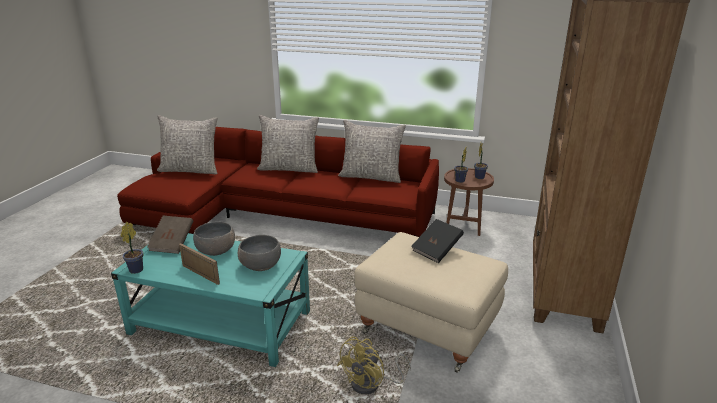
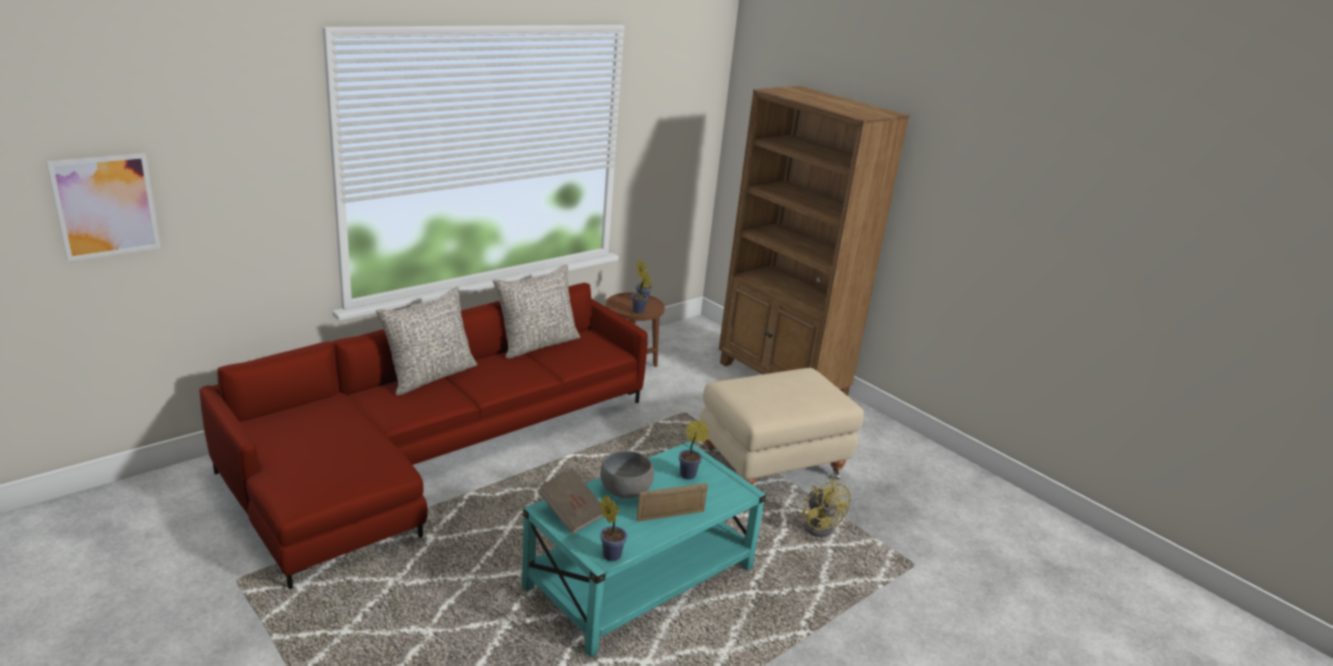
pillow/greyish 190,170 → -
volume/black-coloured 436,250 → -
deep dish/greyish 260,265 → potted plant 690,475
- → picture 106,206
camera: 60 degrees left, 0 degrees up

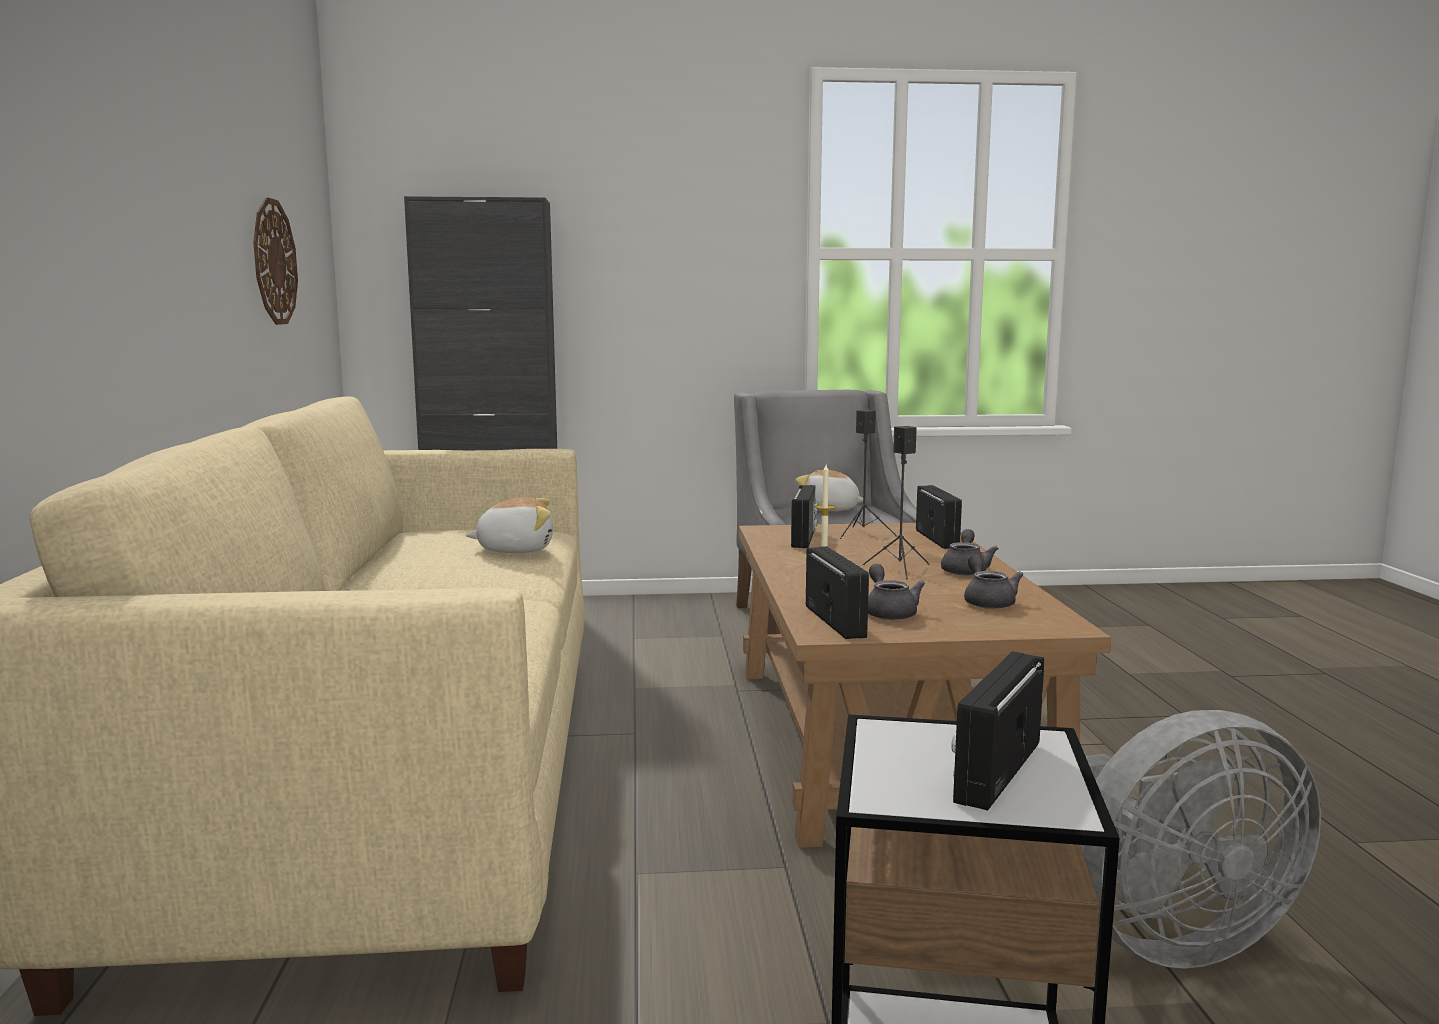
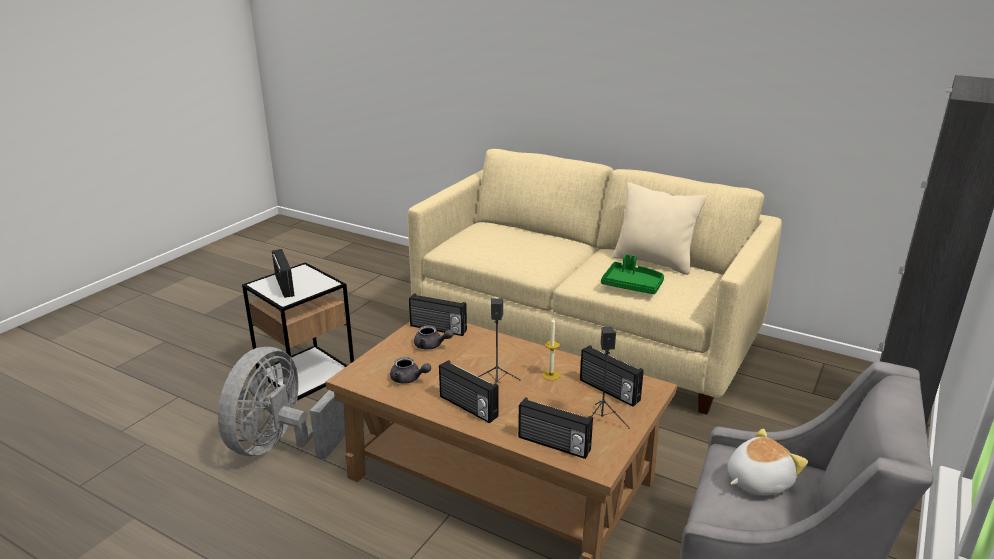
clock on the wall 274,262 → -
plush toy 515,549 → carrying tray/greenish 632,285
teapot/greyish 965,570 → radio 467,407
- → pillow/sand-coloured 654,262
camera: 125 degrees right, 15 degrees up

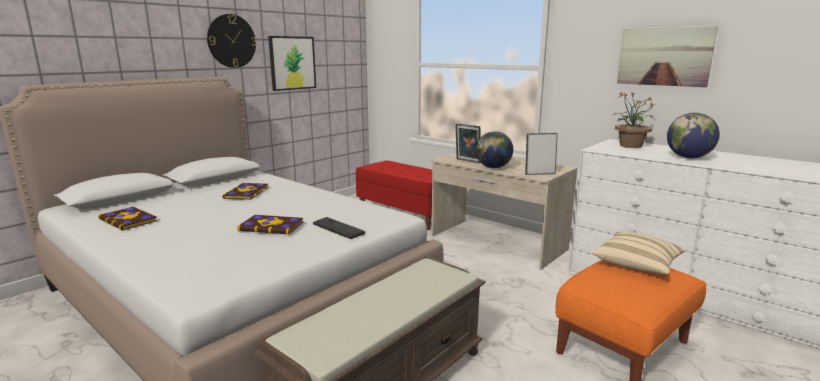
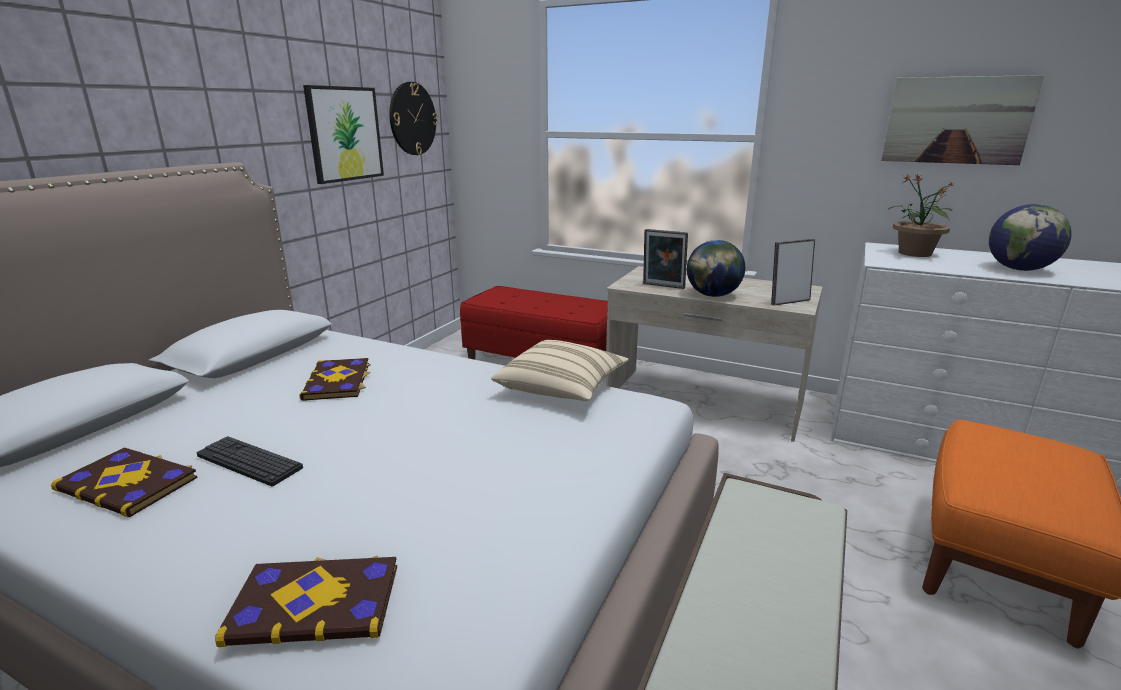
clock on the wall 231,41 → clock on the wall 412,119, relocated
volume 271,226 → volume 315,602, relocated
keyboard 338,228 → keyboard 249,461, relocated
pillow/sand-coloured 637,265 → pillow/sand-coloured 562,389, relocated
camera: 15 degrees left, 5 degrees up

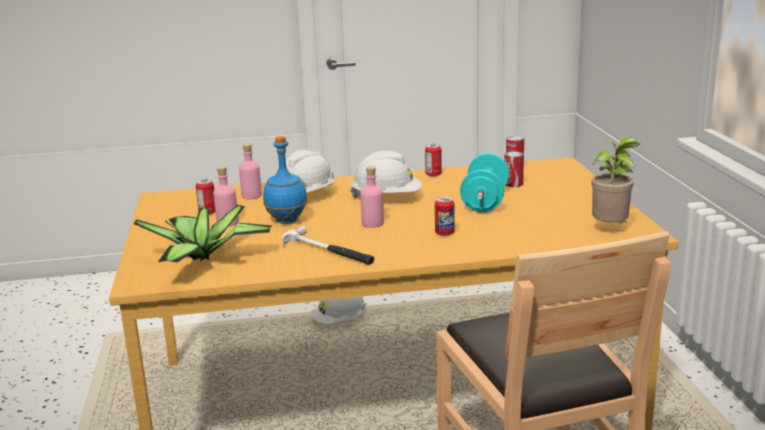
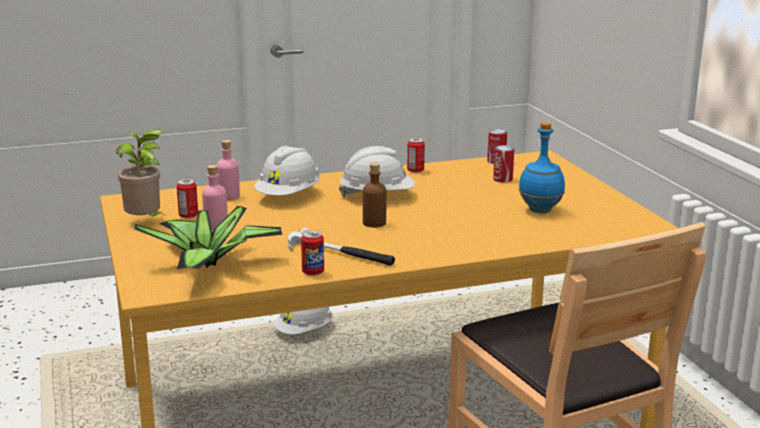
beverage bottle/blue-coloured 287,221 → beverage bottle/blue-coloured 541,210, relocated
potted plant 611,229 → potted plant 146,222, relocated
hand weight/blue-green 485,202 → -
beverage bottle/pinkish 372,223 → beverage bottle/brown 374,223
can 444,233 → can 313,272, relocated
camera: 10 degrees left, 0 degrees up

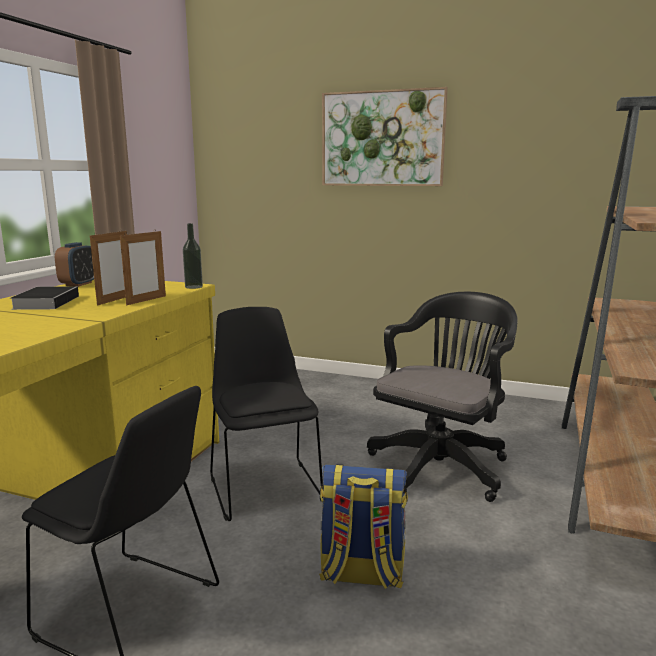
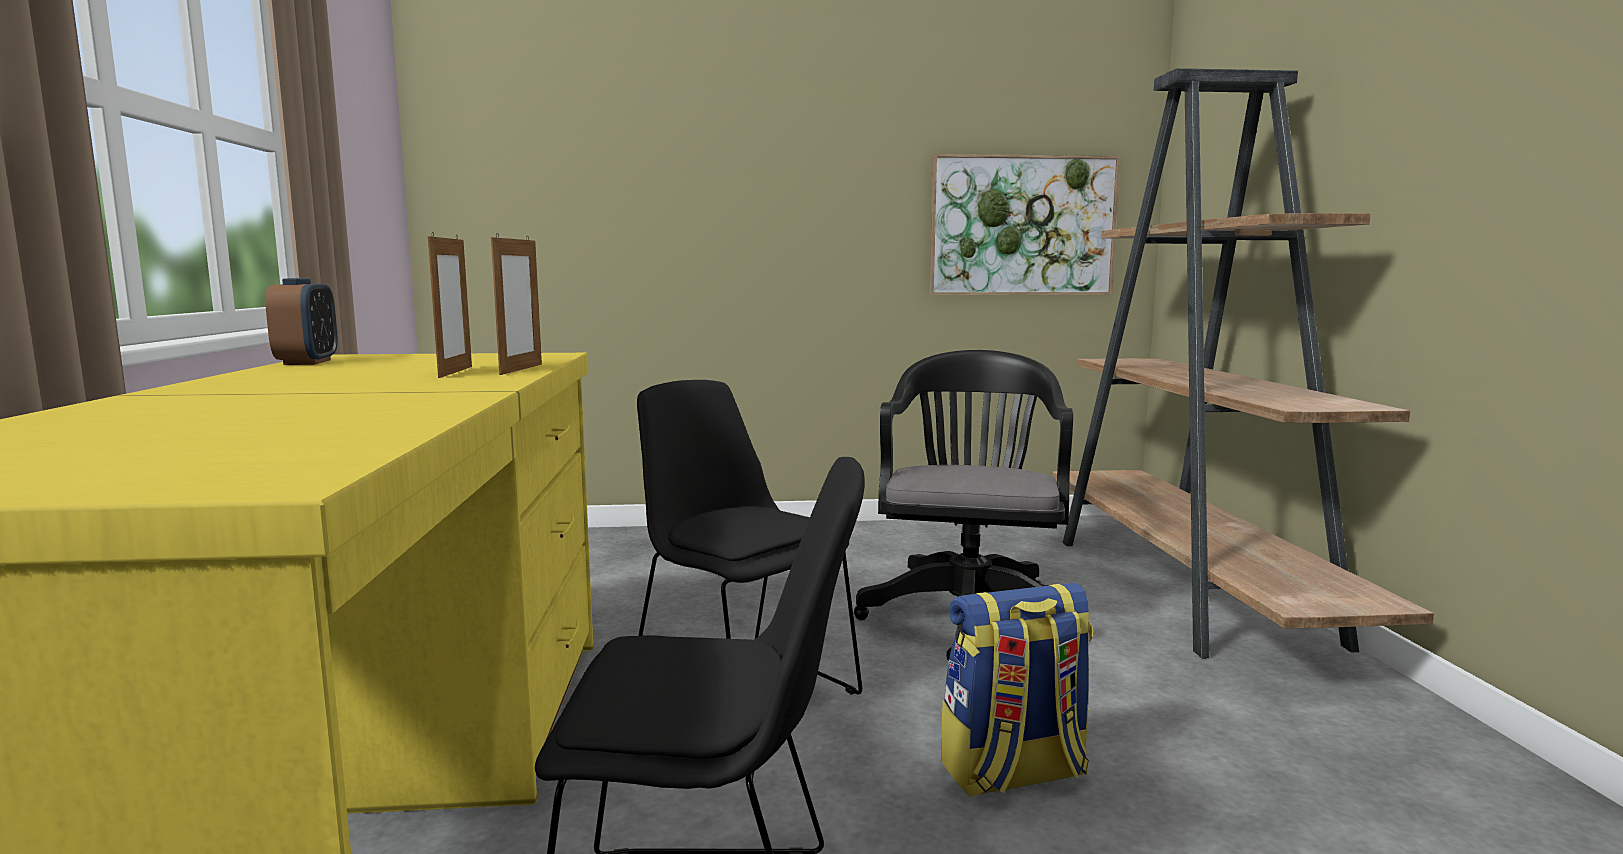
picture 382,139 → picture 1022,226, relocated
beverage bottle 193,287 → -
volume 46,302 → -
camera: 25 degrees left, 5 degrees down

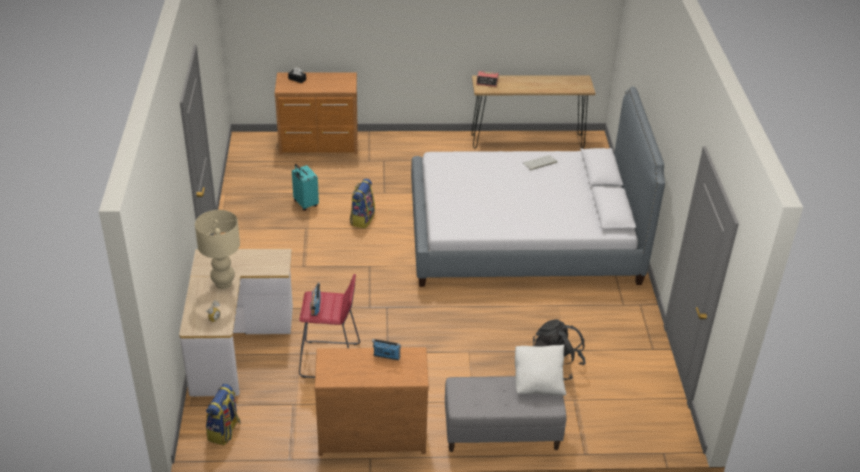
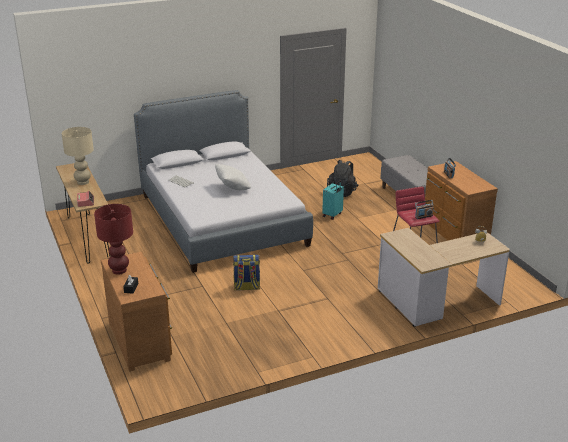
suitcase/blue-green 305,204 → suitcase/blue-green 332,215, relocated
table lamp/sand-coloured 224,283 → table lamp/sand-coloured 83,182, relocated
pillow/white-coloured 538,382 → pillow/white-coloured 232,188, relocated
knapsack 224,431 → -
- → table lamp/red-coloured 119,270
camera: 110 degrees left, 10 degrees down

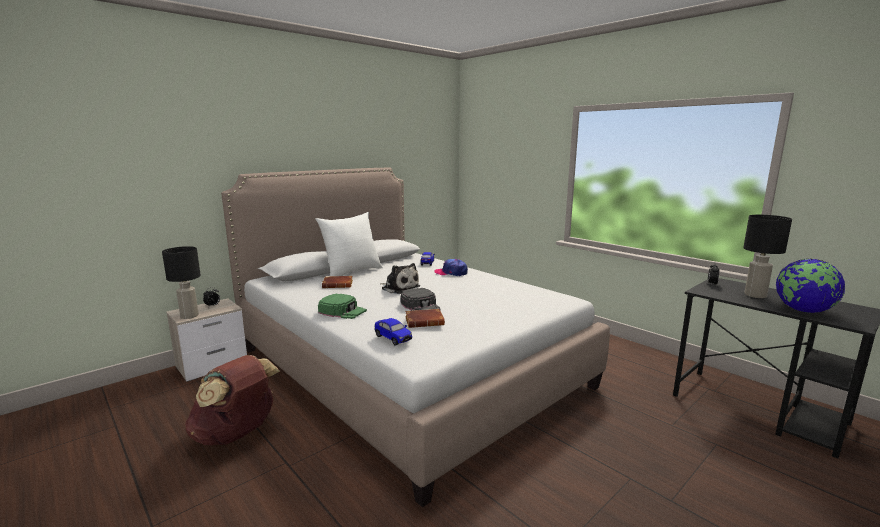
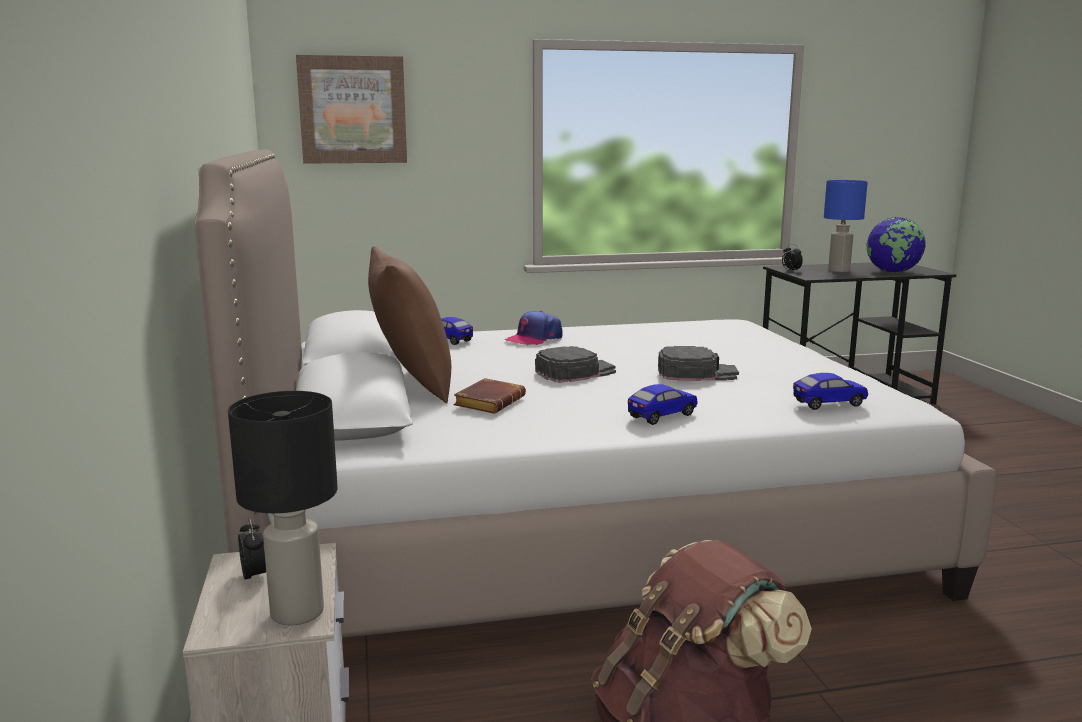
pillow/white-coloured 352,272 → pillow/brown 411,385
table lamp/black-coloured 755,295 → table lamp/blue-coloured 839,271
plush toy 399,288 → baseball cap/black-coloured 575,372
baseball cap/greenish 343,311 → model car 662,416
volume/brown 425,321 → -
- → picture 352,110
camera: 60 degrees left, 0 degrees up

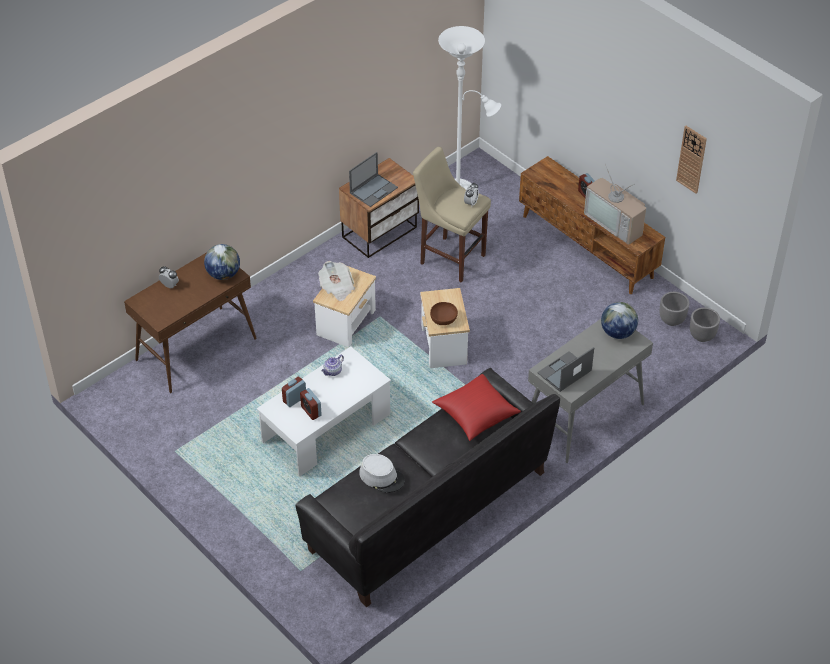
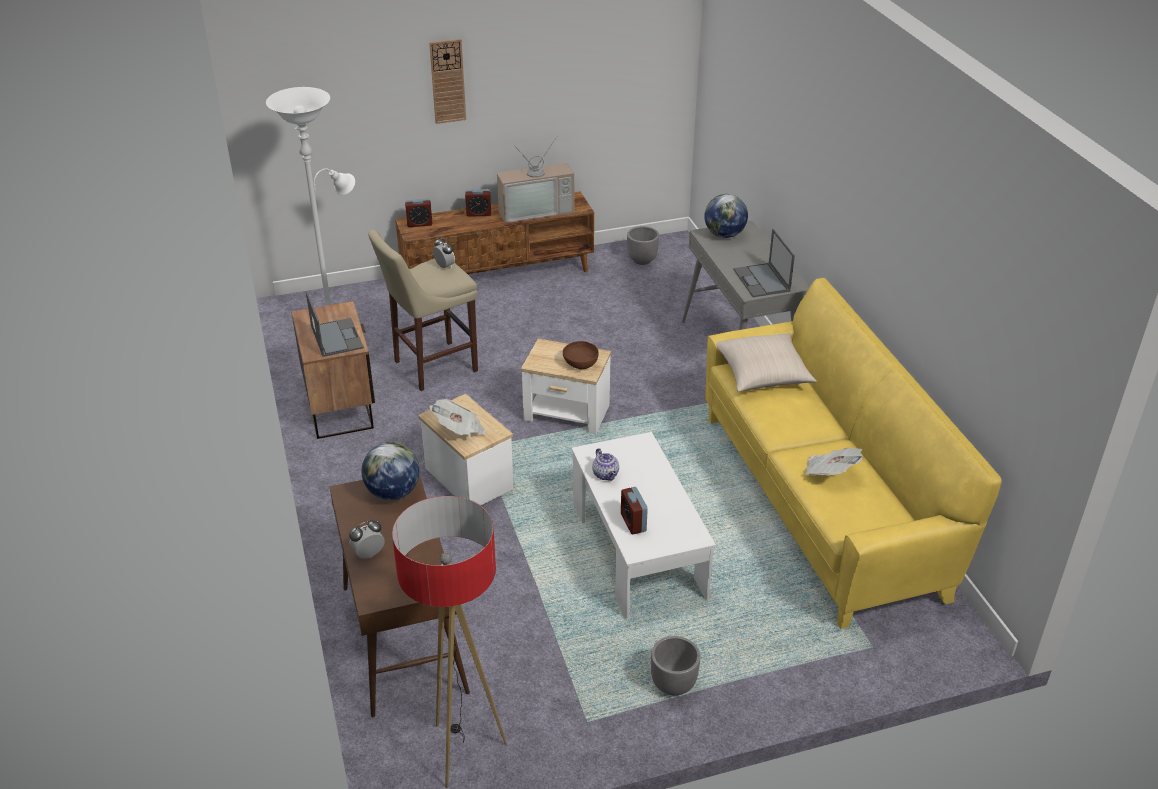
clock on the wall 691,159 → clock on the wall 447,81, relocated
planter/greyish 701,336 → planter/greyish 673,686, relocated
settee/black-coloured 428,511 → settee/yellow-coloured 821,503
pillow/red-coloured 476,414 → pillow/sand-coloured 763,374
alarm clock 311,411 → alarm clock 419,223, relocated
wearable hat/greyish 382,477 → daily paper 830,473
- → floor lamp 463,751
camera: 65 degrees left, 10 degrees down

